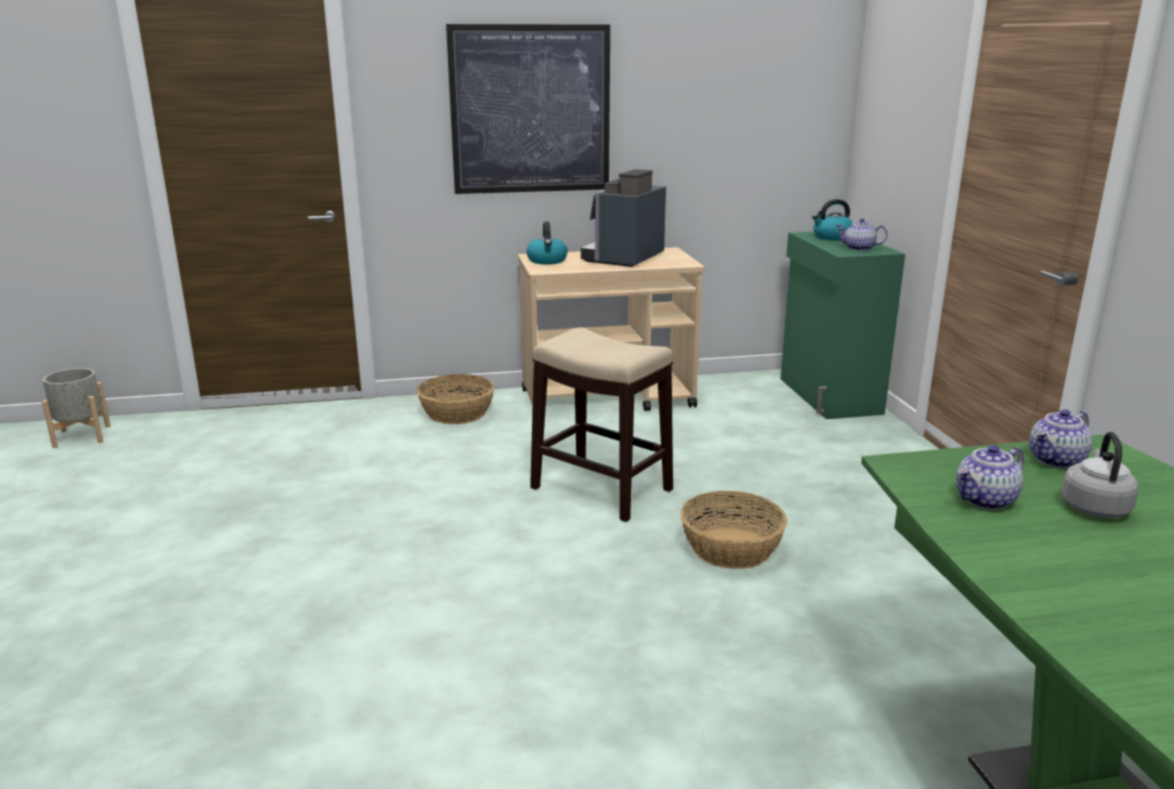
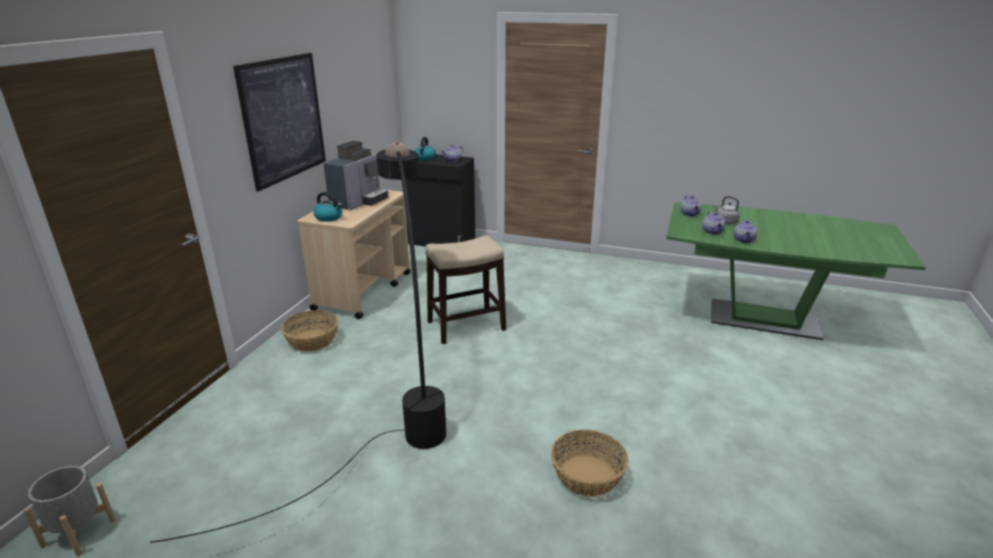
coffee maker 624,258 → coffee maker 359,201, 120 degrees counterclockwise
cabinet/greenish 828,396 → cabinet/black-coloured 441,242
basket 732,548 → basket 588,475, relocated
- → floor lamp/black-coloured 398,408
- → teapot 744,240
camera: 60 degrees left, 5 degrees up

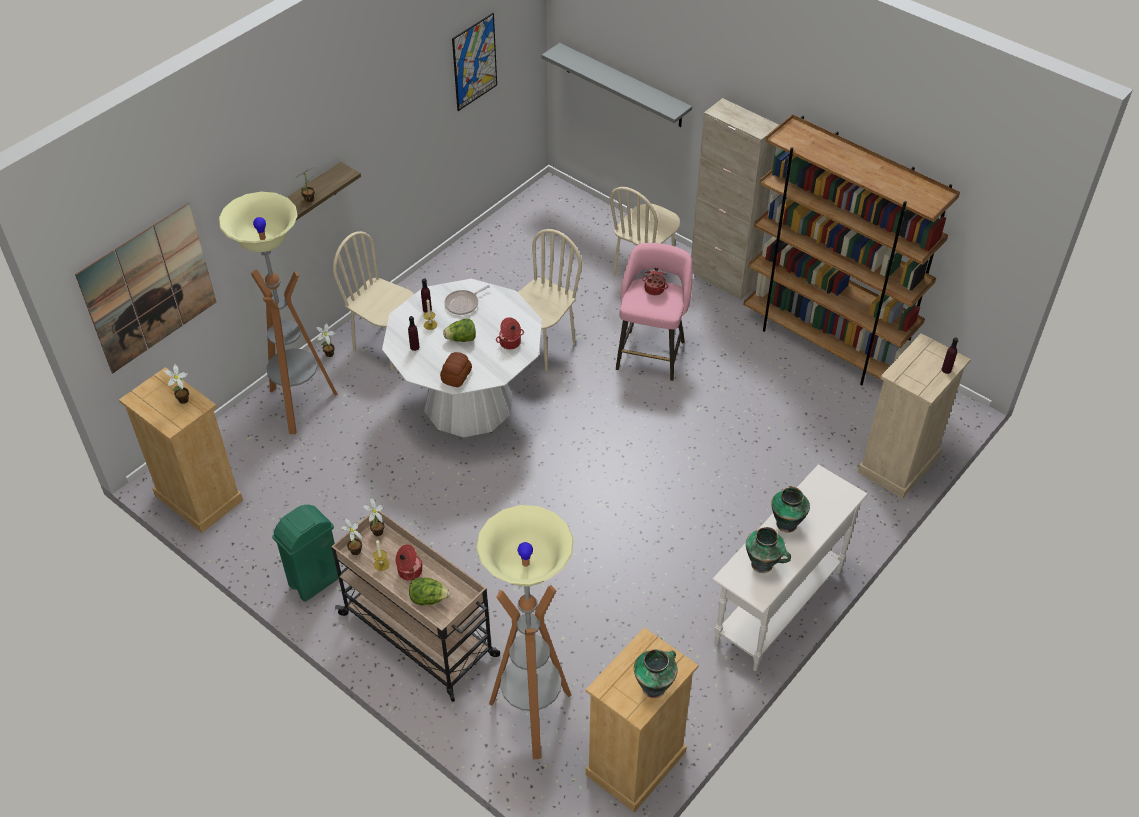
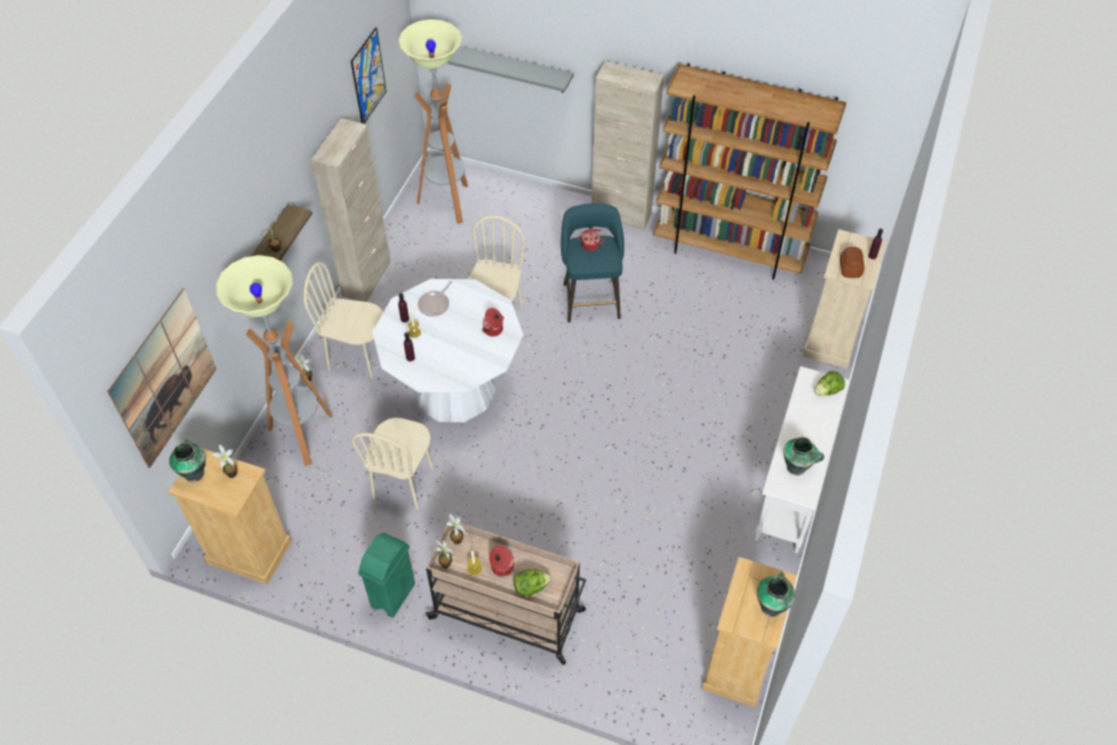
chair/sand-coloured 644,271 → chair/sand-coloured 403,483, relocated
sitting stool/pinkish 651,352 → sitting stool/blue-green 591,298
head of lettuce 461,339 → head of lettuce 827,391, relocated
bakery bread 457,376 → bakery bread 850,268, relocated
flower vase 786,523 → flower vase 194,473, relocated
floor lamp 532,717 → floor lamp 447,203, relocated
- → cabinet/sand-coloured 367,279
camera: 20 degrees left, 5 degrees up

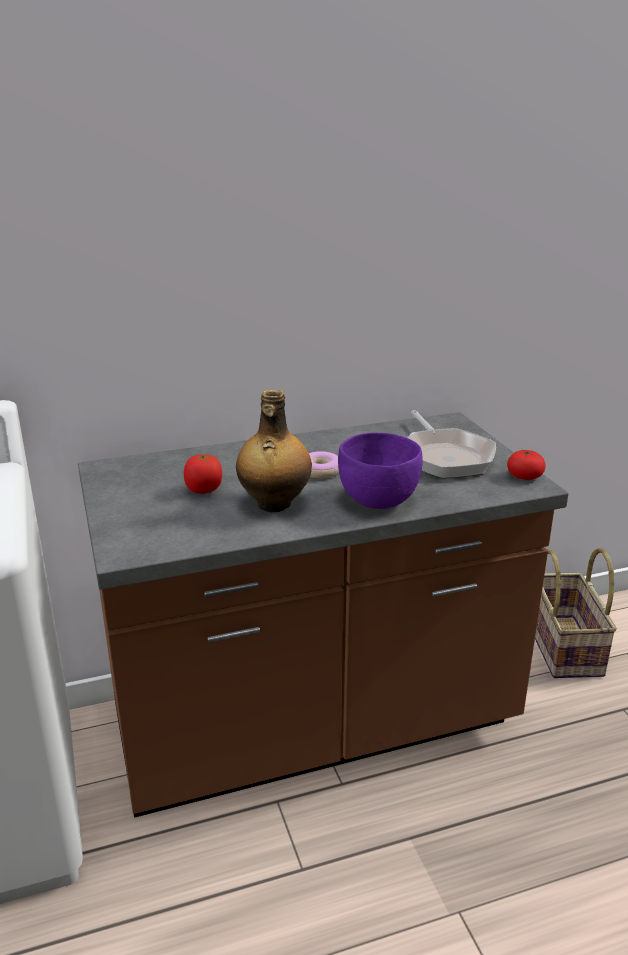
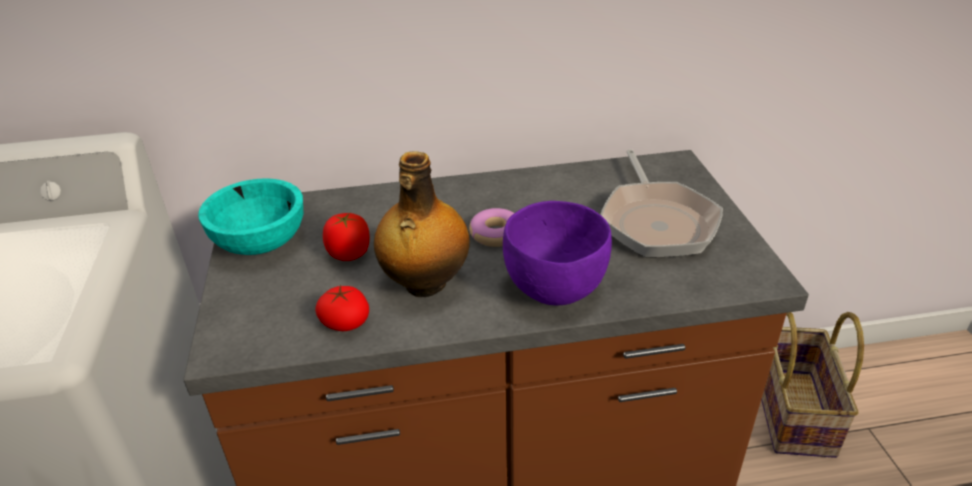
fresh tomato 524,476 → fresh tomato 345,322, relocated
- → deep dish/blue-green 261,242
camera: 10 degrees right, 10 degrees up

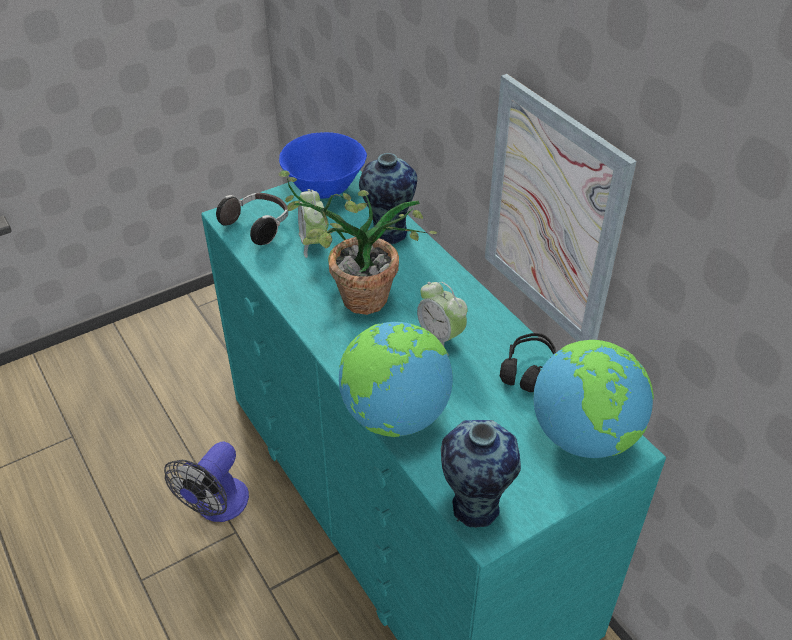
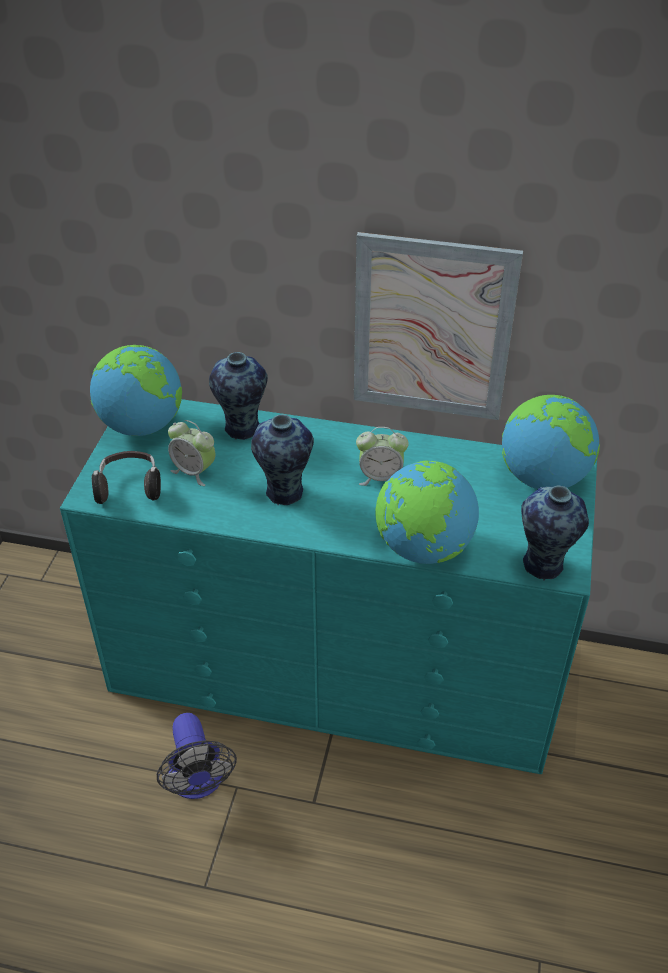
deep dish/blue-coloured 325,189 → desk globe 142,425
potted plant 351,300 → flower vase 284,493
pair of headphones/black-coloured 527,369 → -
camera: 45 degrees left, 0 degrees up

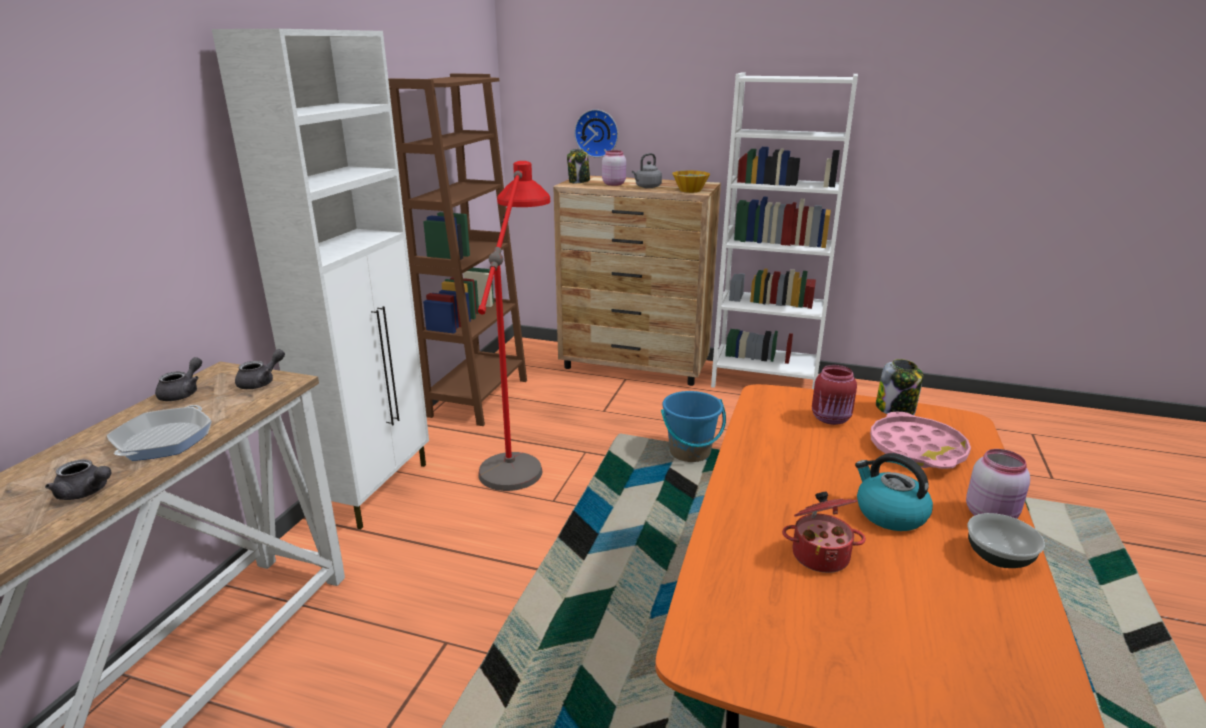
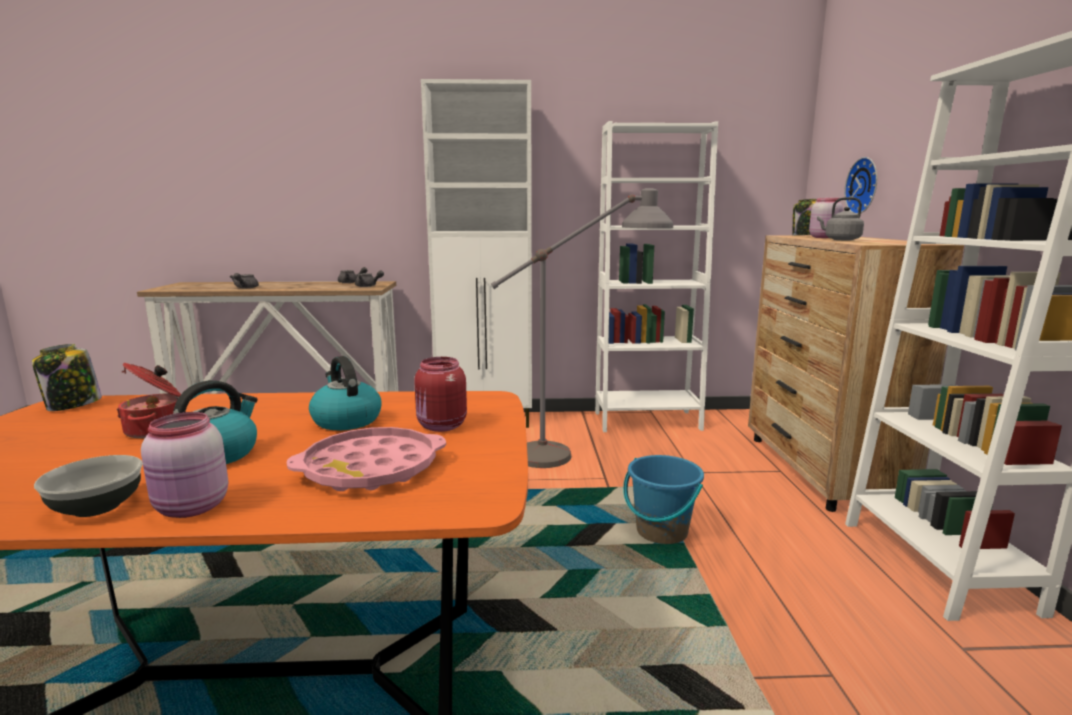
bookcase/brown 478,398 → bookcase/white-coloured 647,421
floor lamp/red-coloured 520,449 → floor lamp/greyish 582,452
deep dish 690,190 → -
storage jar 895,409 → storage jar 73,405, relocated
pan 163,440 → -
- → tea kettle 346,420
camera: 70 degrees right, 10 degrees down

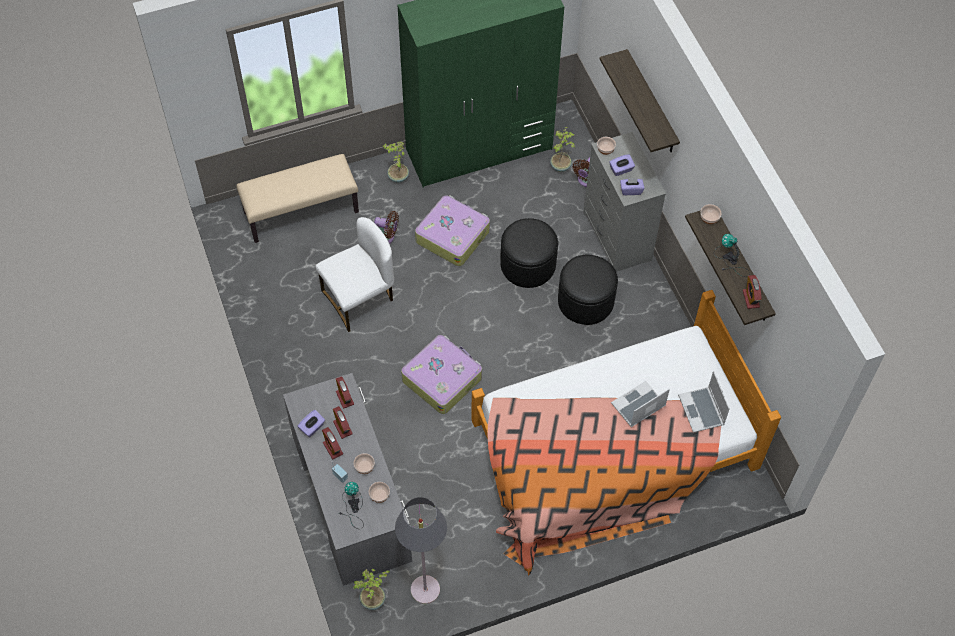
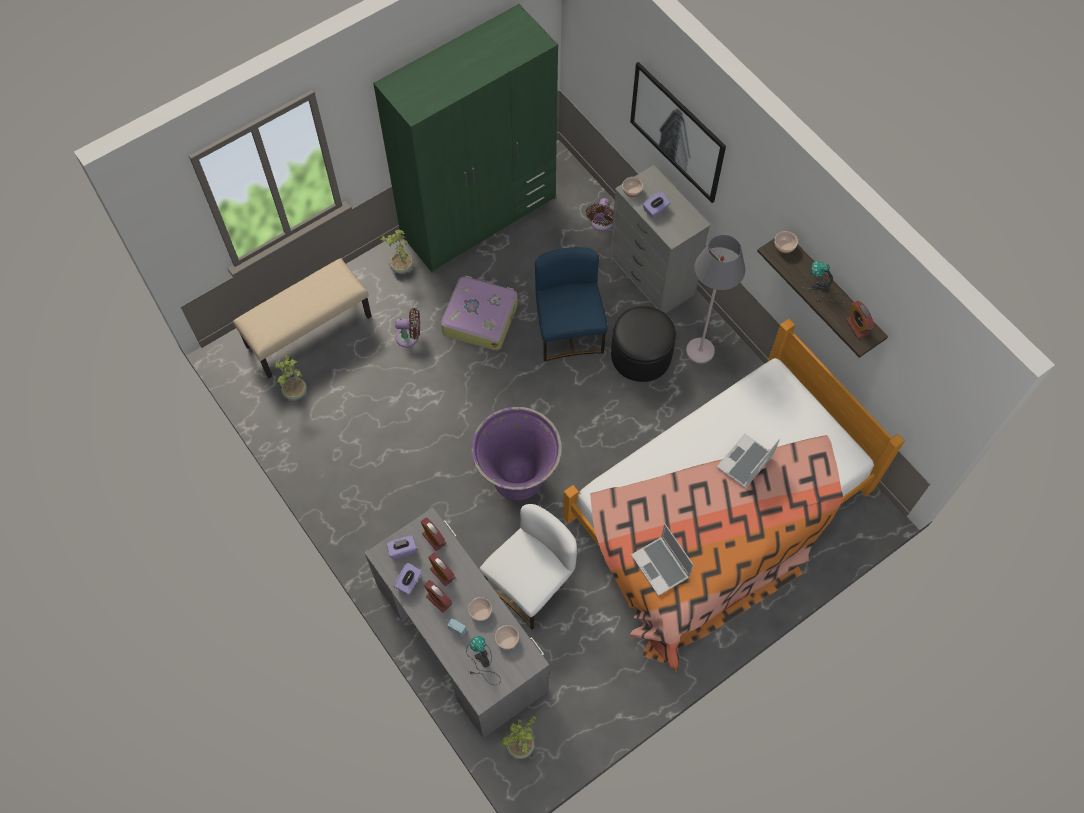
shelf 651,103 → picture 678,131
potted plant 561,166 → potted plant 296,392, relocated
tissue box/purple-coloured 631,190 → tissue box/purple-coloured 402,550, relocated
chair/white-coloured 359,299 → chair/white-coloured 531,584, relocated
footrest/black-coloured 528,265 → chair/blue-coloured 569,331
suitcase 442,378 → planter/purple-coloured 517,479
laptop 702,411 → laptop 661,566, relocated
floor lamp/greyish 425,590 → floor lamp/greyish 700,351, relocated
camera: 15 degrees left, 5 degrees up

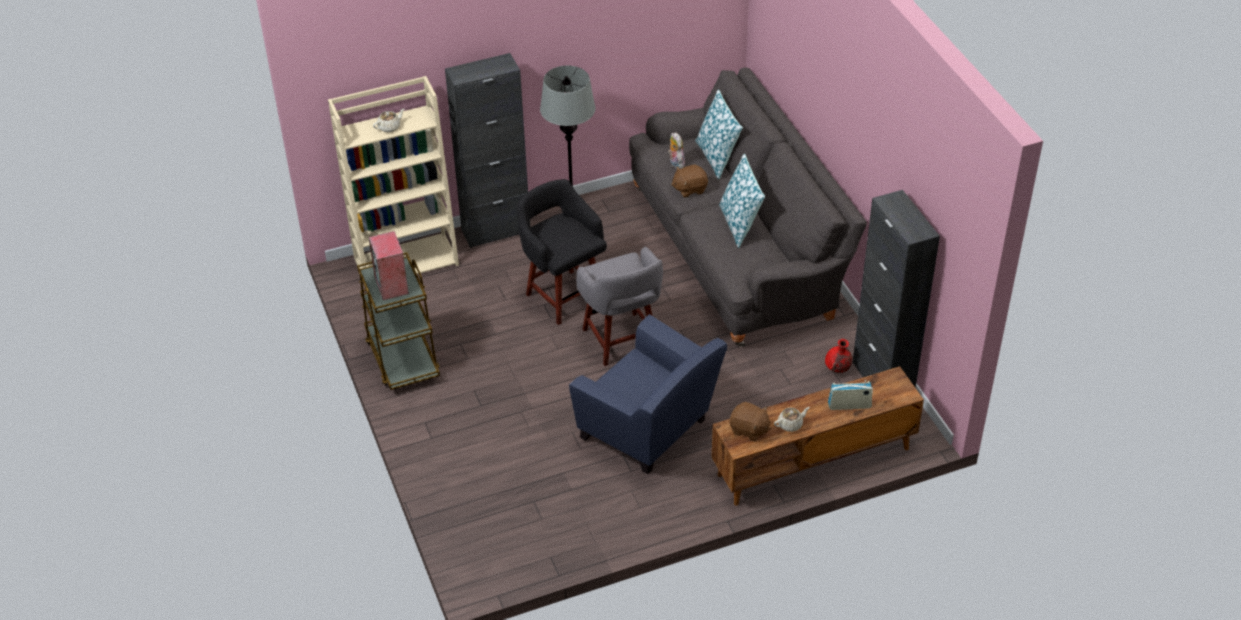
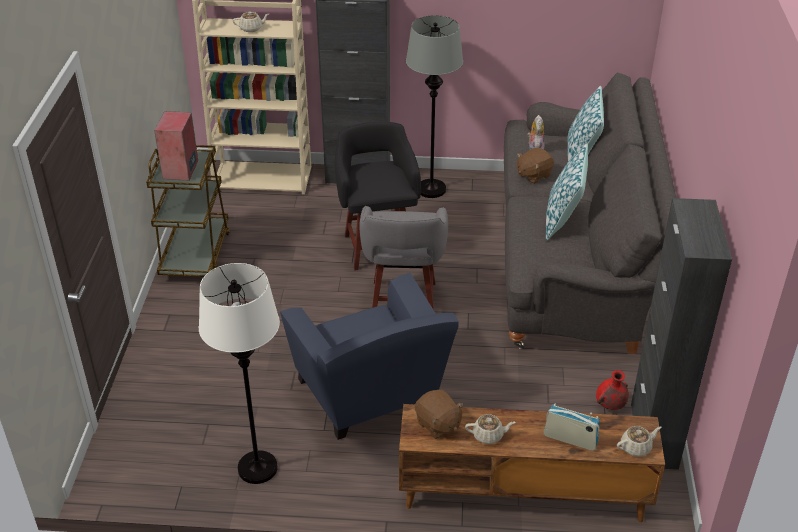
plush toy/brown 689,189 → plush toy/brown 533,175, 45 degrees counterclockwise
- → floor lamp/white-coloured 257,468
- → teapot/sand-coloured 636,447
camera: 25 degrees right, 5 degrees down

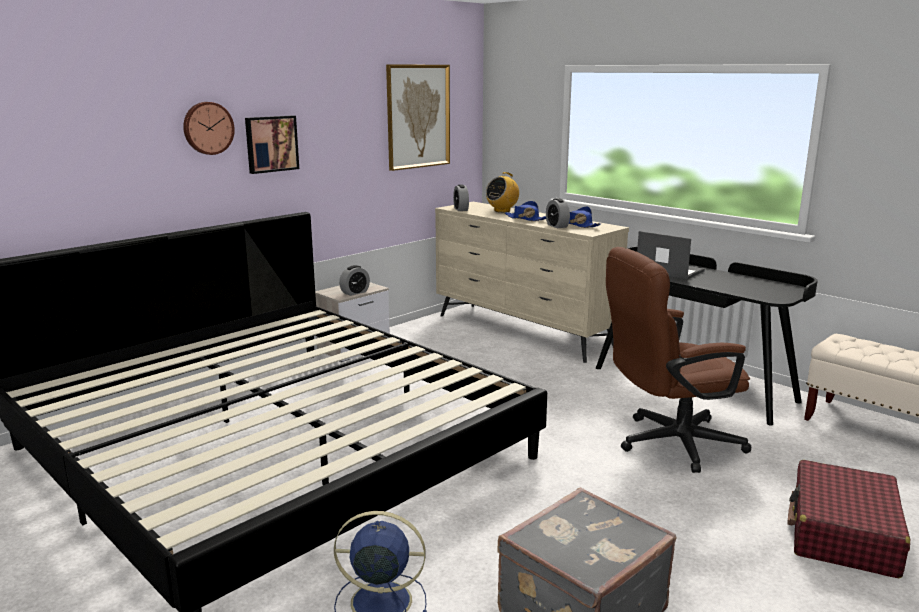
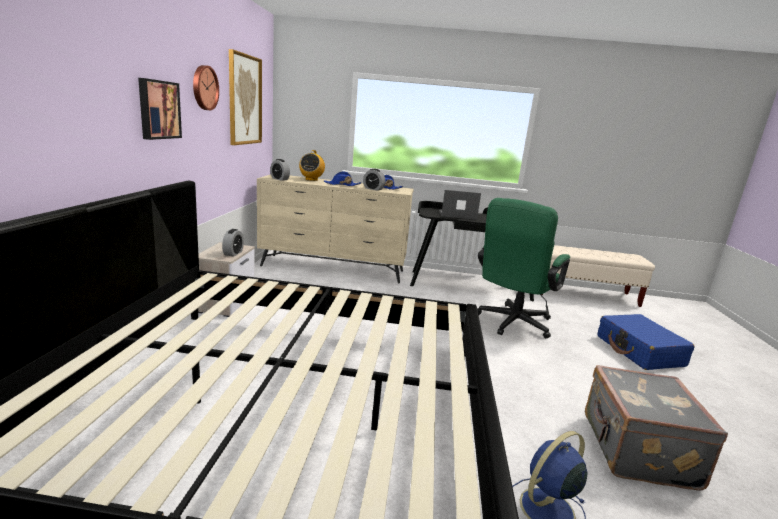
clock on the wall 207,128 → clock on the wall 204,87, relocated
desk chair/brown 668,443 → desk chair/greenish 511,324
suitcase/red-coloured 843,533 → suitcase/blue-coloured 639,351
camera: 40 degrees left, 0 degrees up

